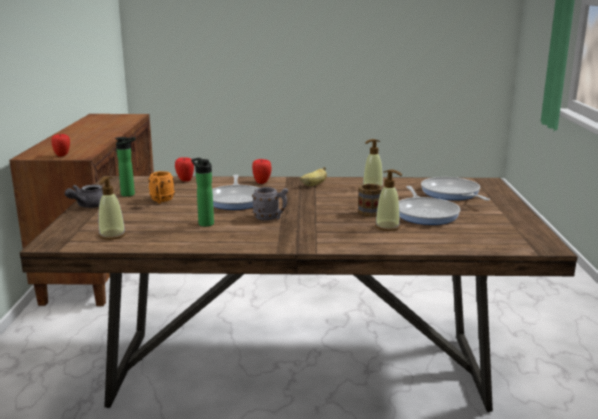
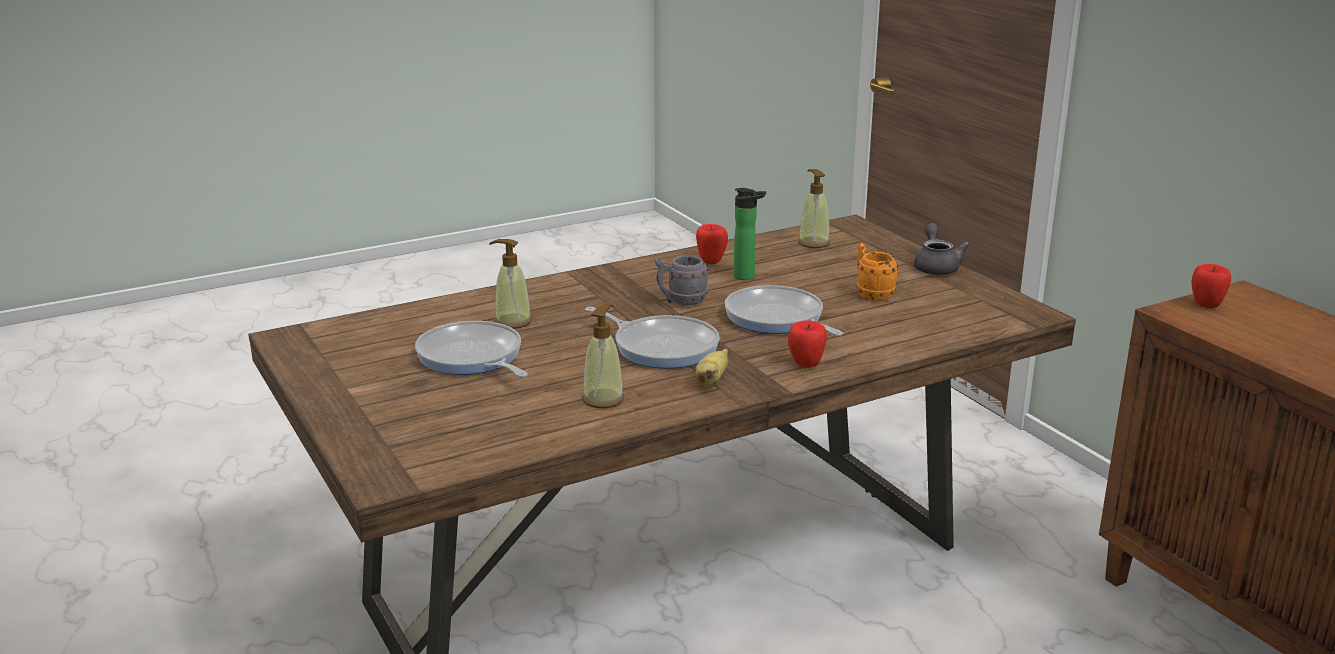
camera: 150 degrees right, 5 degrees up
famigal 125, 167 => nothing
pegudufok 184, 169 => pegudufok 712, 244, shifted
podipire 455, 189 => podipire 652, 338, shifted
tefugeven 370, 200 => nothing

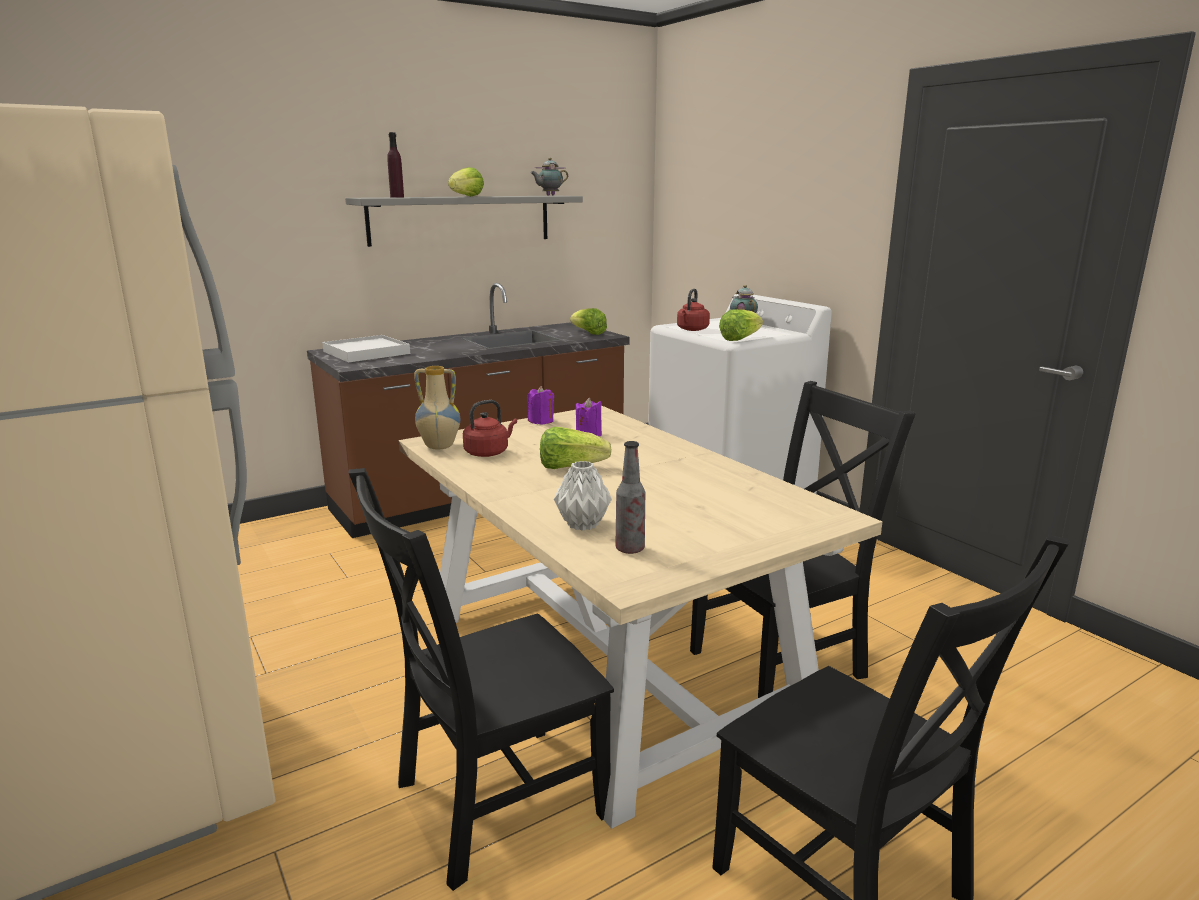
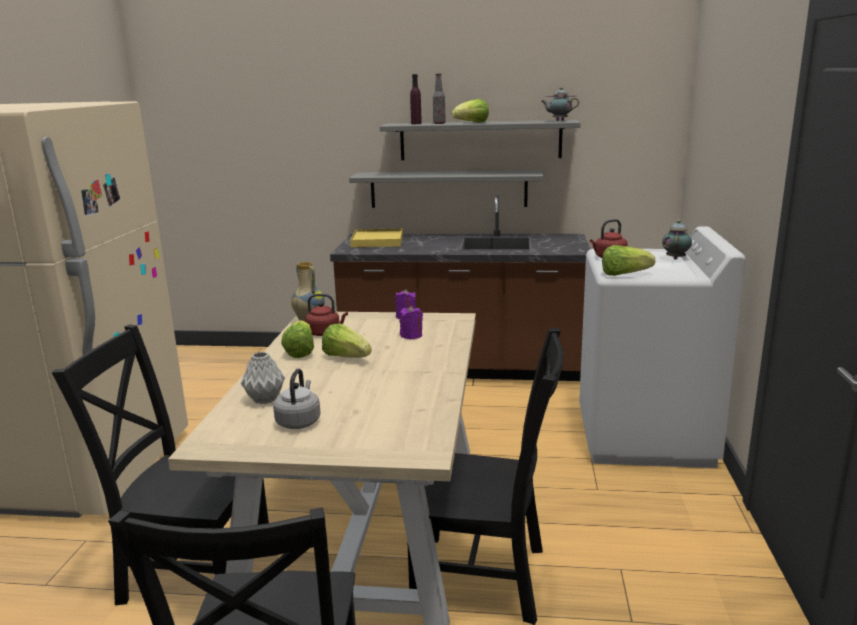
camera: 40 degrees right, 0 degrees up
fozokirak 588, 321 => fozokirak 297, 339, shifted
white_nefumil 366, 349 => yellow_nefumil 376, 238
famigal 630, 497 => famigal 439, 99, shifted
nothing => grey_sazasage 446, 189
nothing => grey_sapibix 296, 398

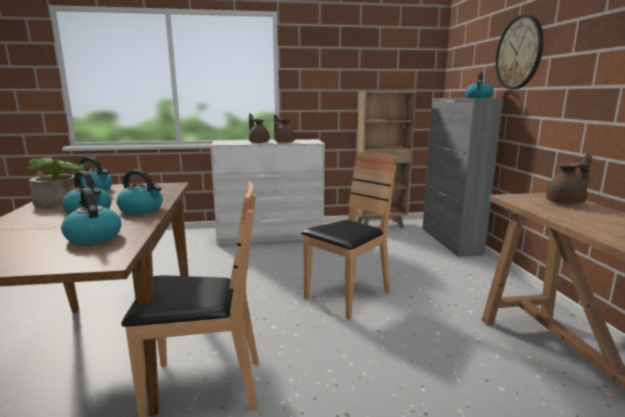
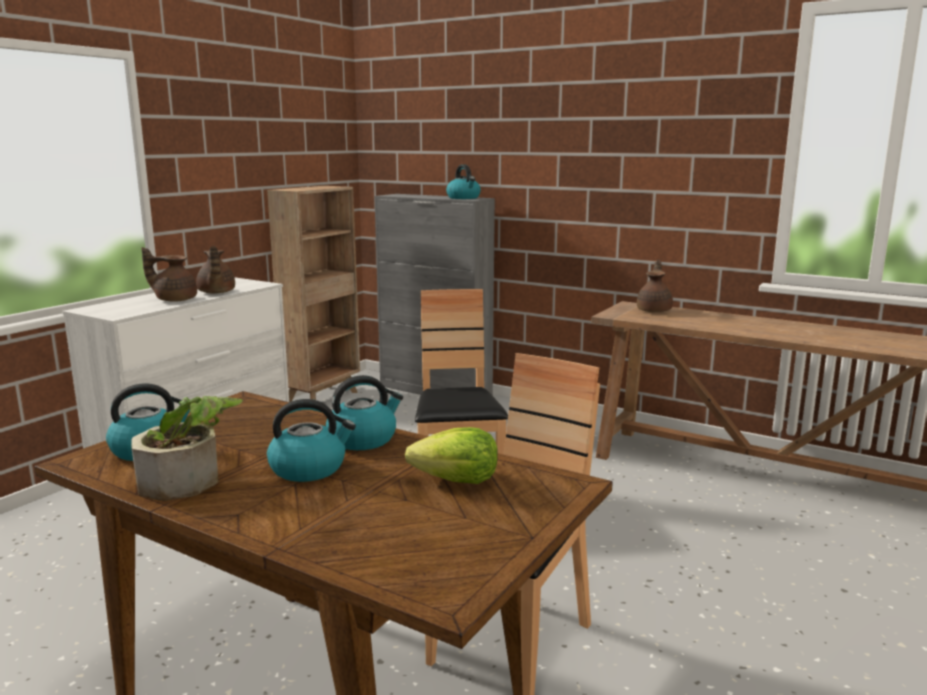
camera: 50 degrees left, 0 degrees up
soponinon 519, 52 => nothing
sapibix 91, 216 => fozokirak 451, 455

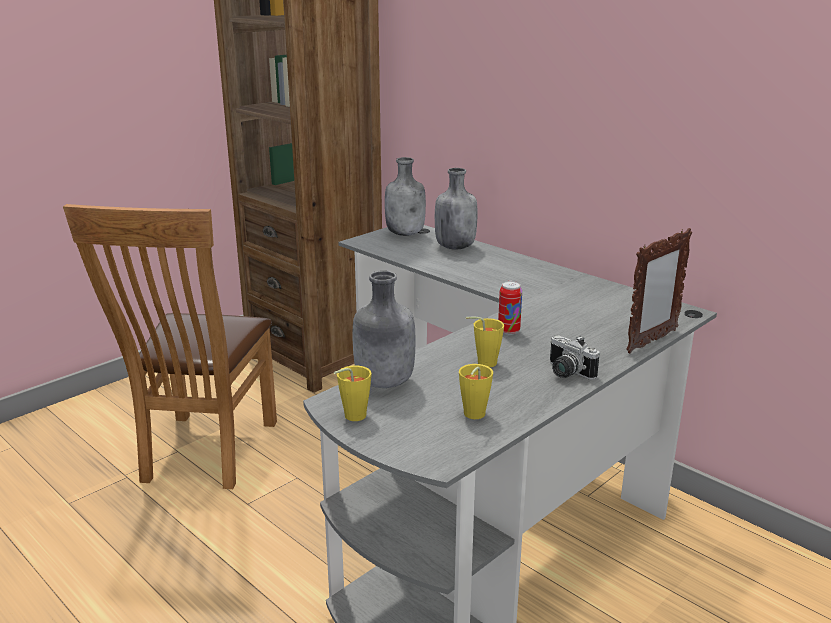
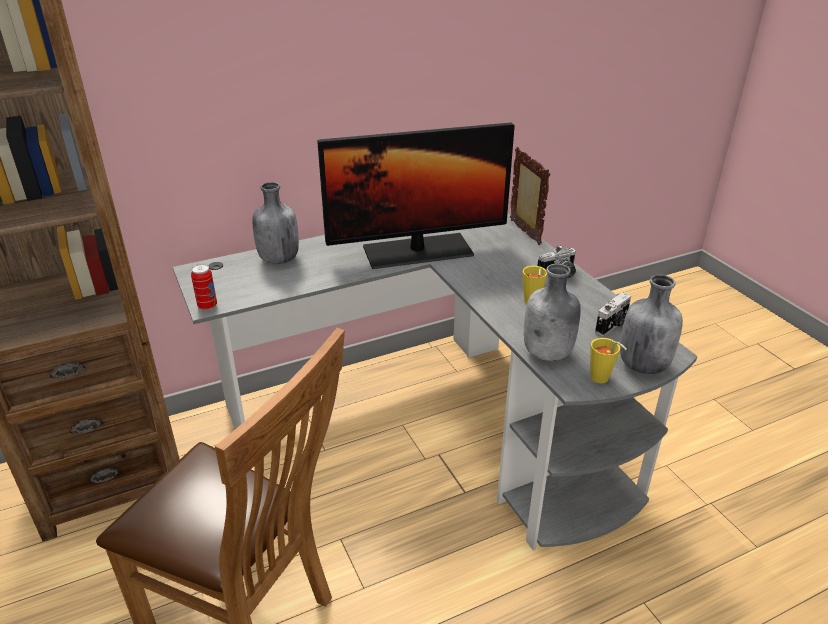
camera: 70 degrees left, 10 degrees up
grey_famigal 405, 196 => grey_famigal 651, 324, shifted
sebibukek 510, 308 => sebibukek 204, 287, shifted
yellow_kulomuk 476, 391 => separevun 613, 314
nothing => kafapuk 416, 196

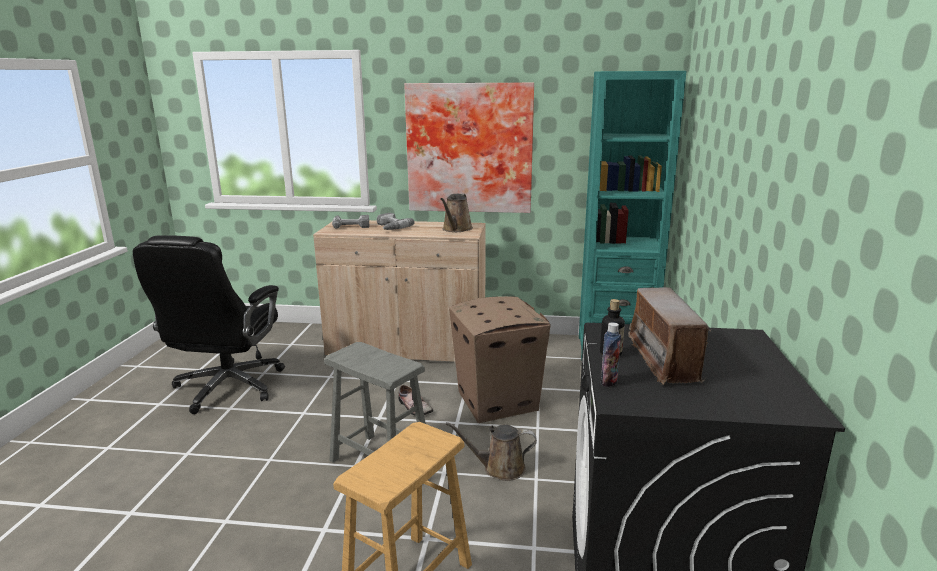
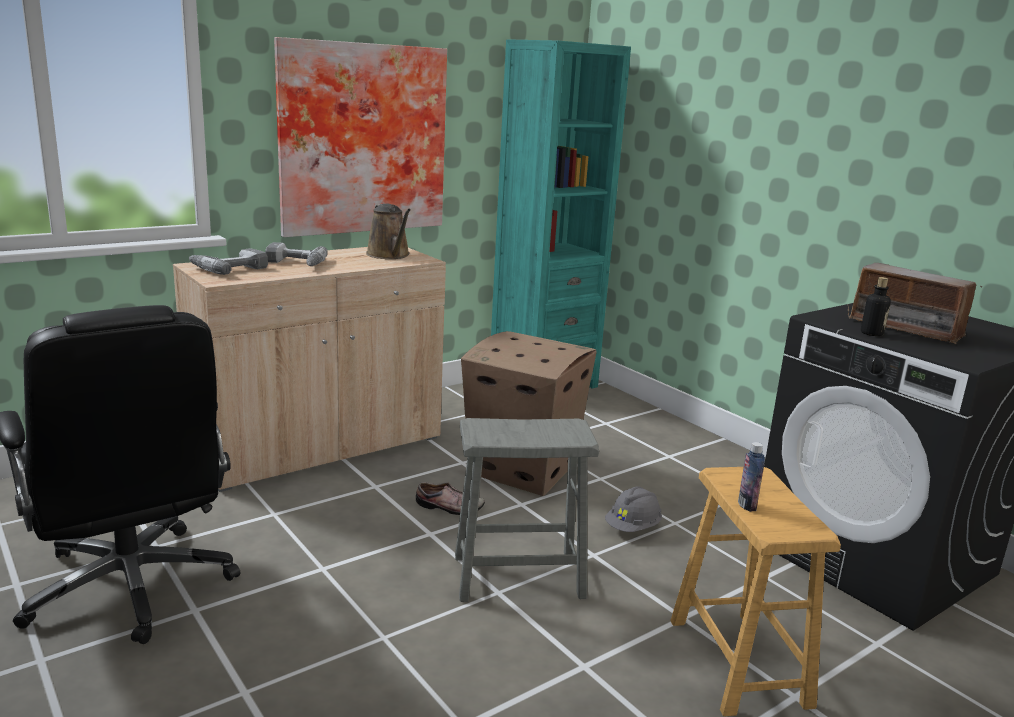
camera: 45 degrees left, 0 degrees up
famigal 611, 354 => famigal 751, 477, shifted
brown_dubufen 491, 451 => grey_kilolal 633, 509

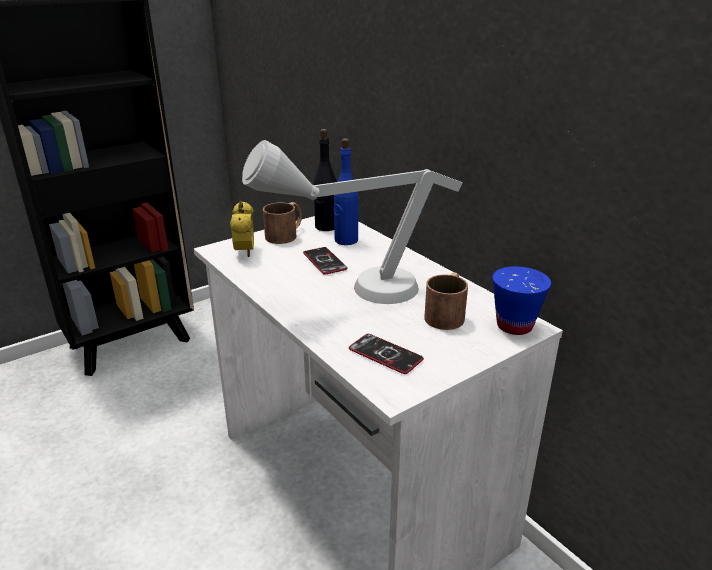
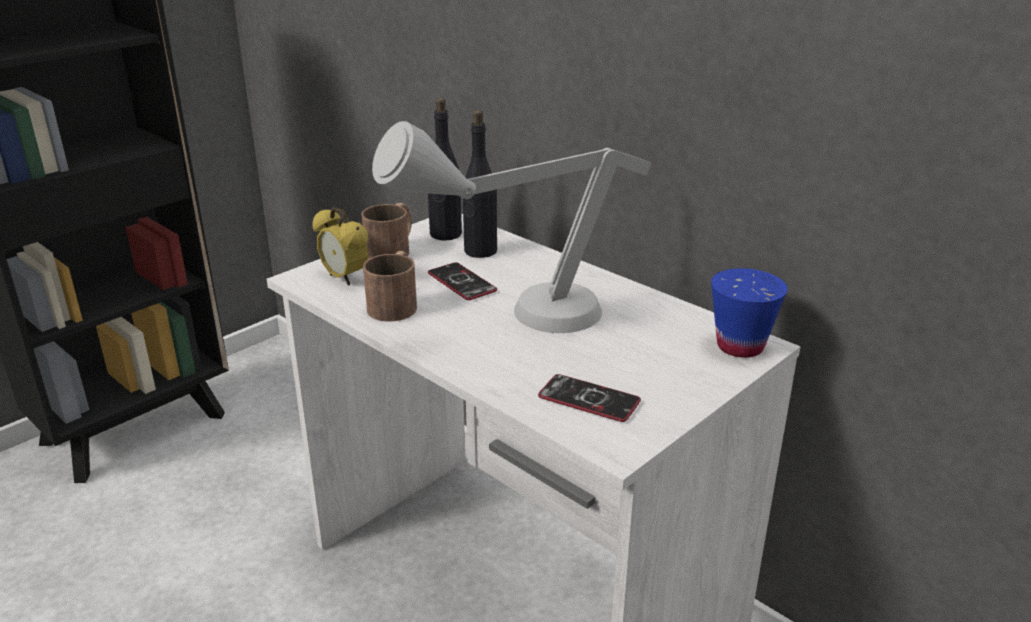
camera: 10 degrees left, 0 degrees up
blue_famigal 345, 191 => black_famigal 480, 184
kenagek 242, 229 => kenagek 340, 246, 150 degrees clockwise
brown_tefugeven 446, 301 => brown_tefugeven 390, 286, shifted

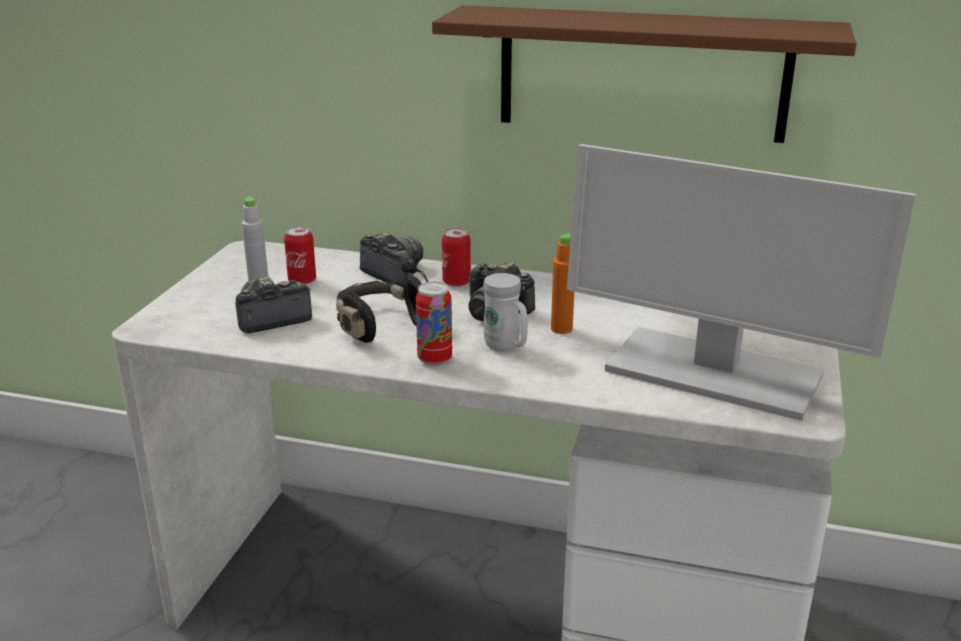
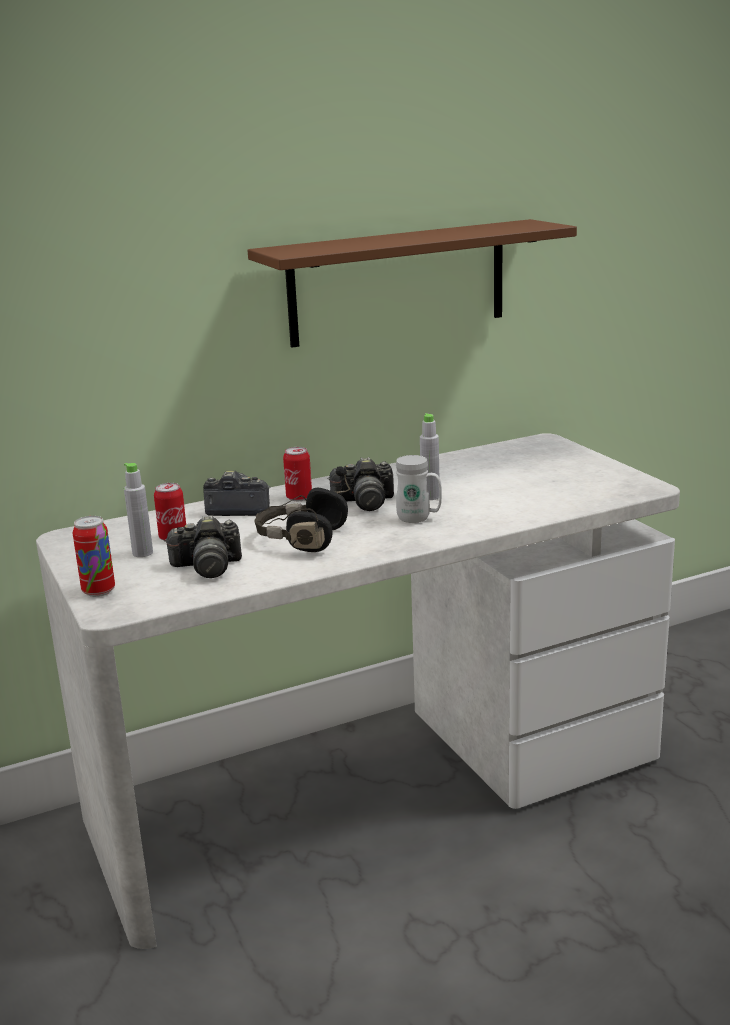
camera: 40 degrees left, 5 degrees down
kafapuk 741, 282 => nothing
orange_famigal 562, 283 => grey_famigal 429, 456
separevun 273, 305 => separevun 203, 546, 120 degrees counterclockwise
sebibukek 434, 323 => sebibukek 94, 556, shifted

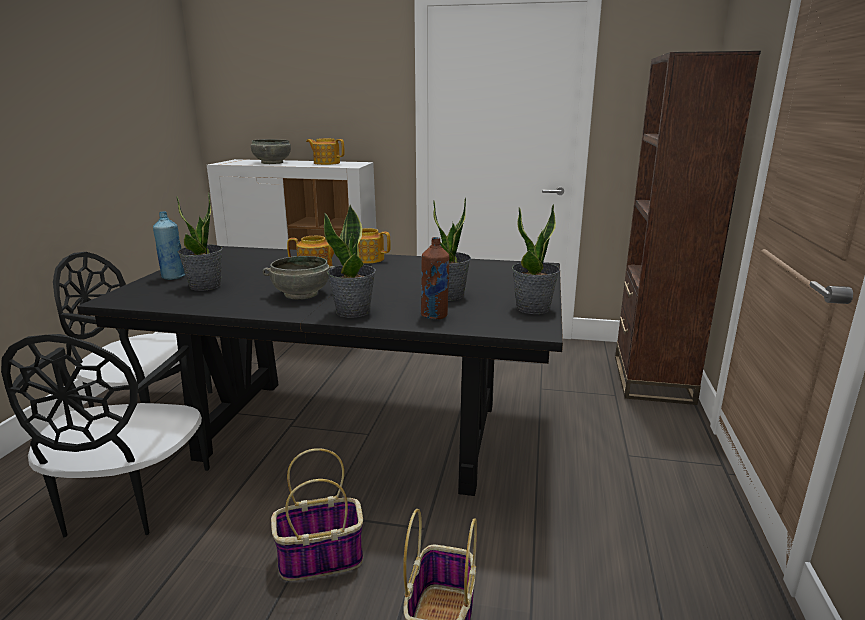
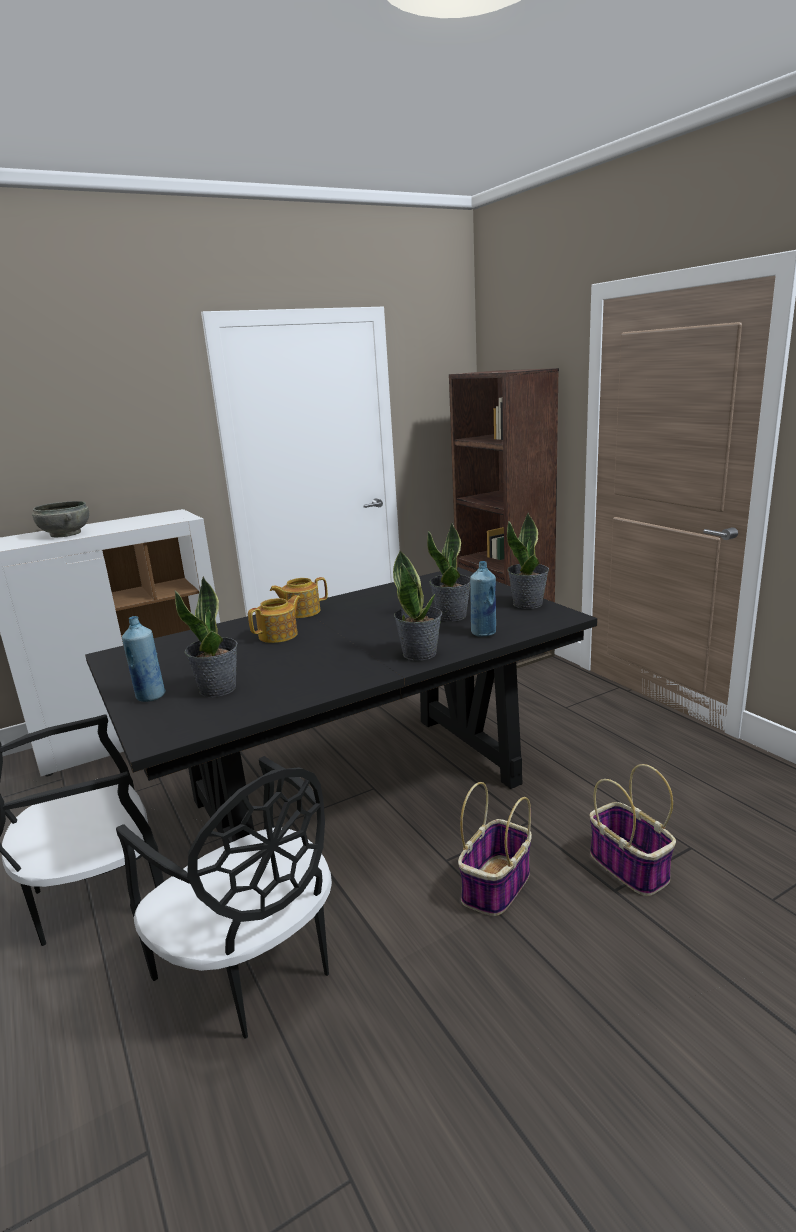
camera: 40 degrees left, 0 degrees up
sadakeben 325, 151 => nothing
brown_famigal 435, 278 => blue_famigal 483, 599
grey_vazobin 299, 278 => nothing

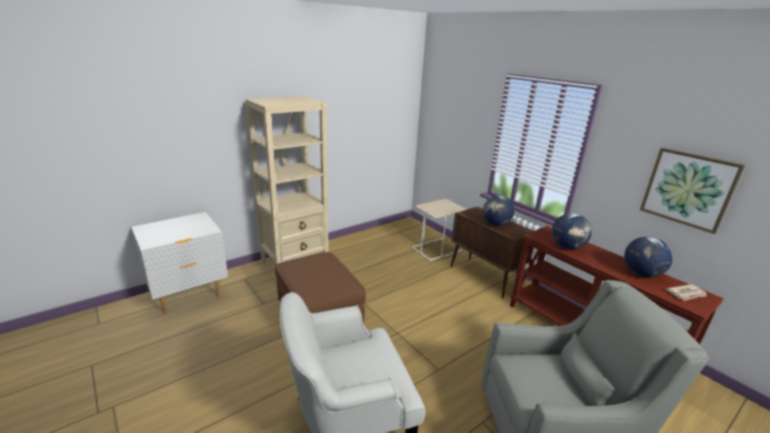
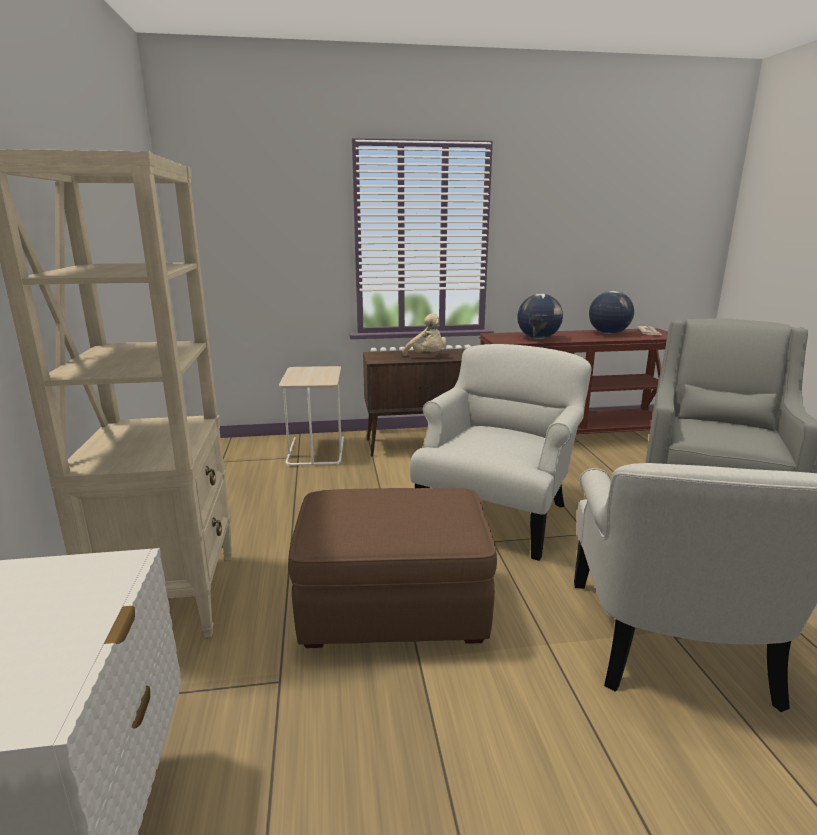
camera: 60 degrees left, 5 degrees down
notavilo 692, 191 => nothing
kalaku 499, 210 => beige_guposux 424, 334
nothing => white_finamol 501, 452

